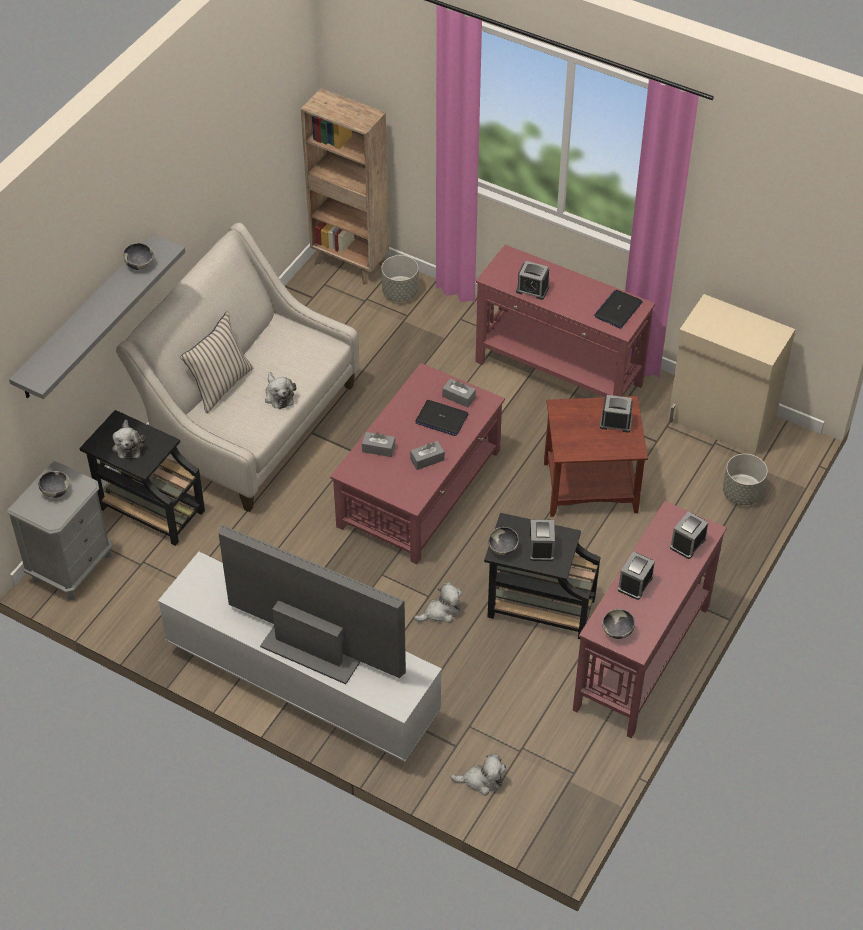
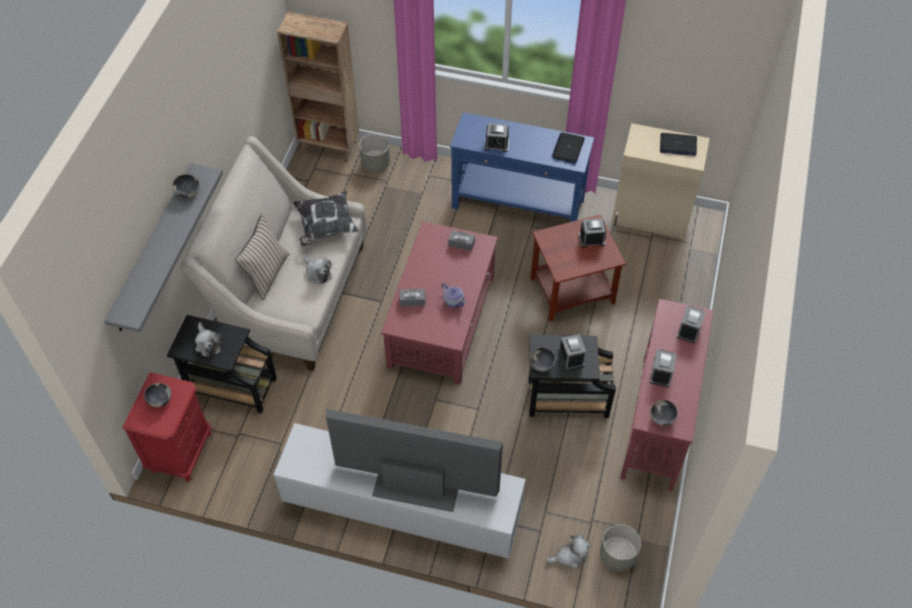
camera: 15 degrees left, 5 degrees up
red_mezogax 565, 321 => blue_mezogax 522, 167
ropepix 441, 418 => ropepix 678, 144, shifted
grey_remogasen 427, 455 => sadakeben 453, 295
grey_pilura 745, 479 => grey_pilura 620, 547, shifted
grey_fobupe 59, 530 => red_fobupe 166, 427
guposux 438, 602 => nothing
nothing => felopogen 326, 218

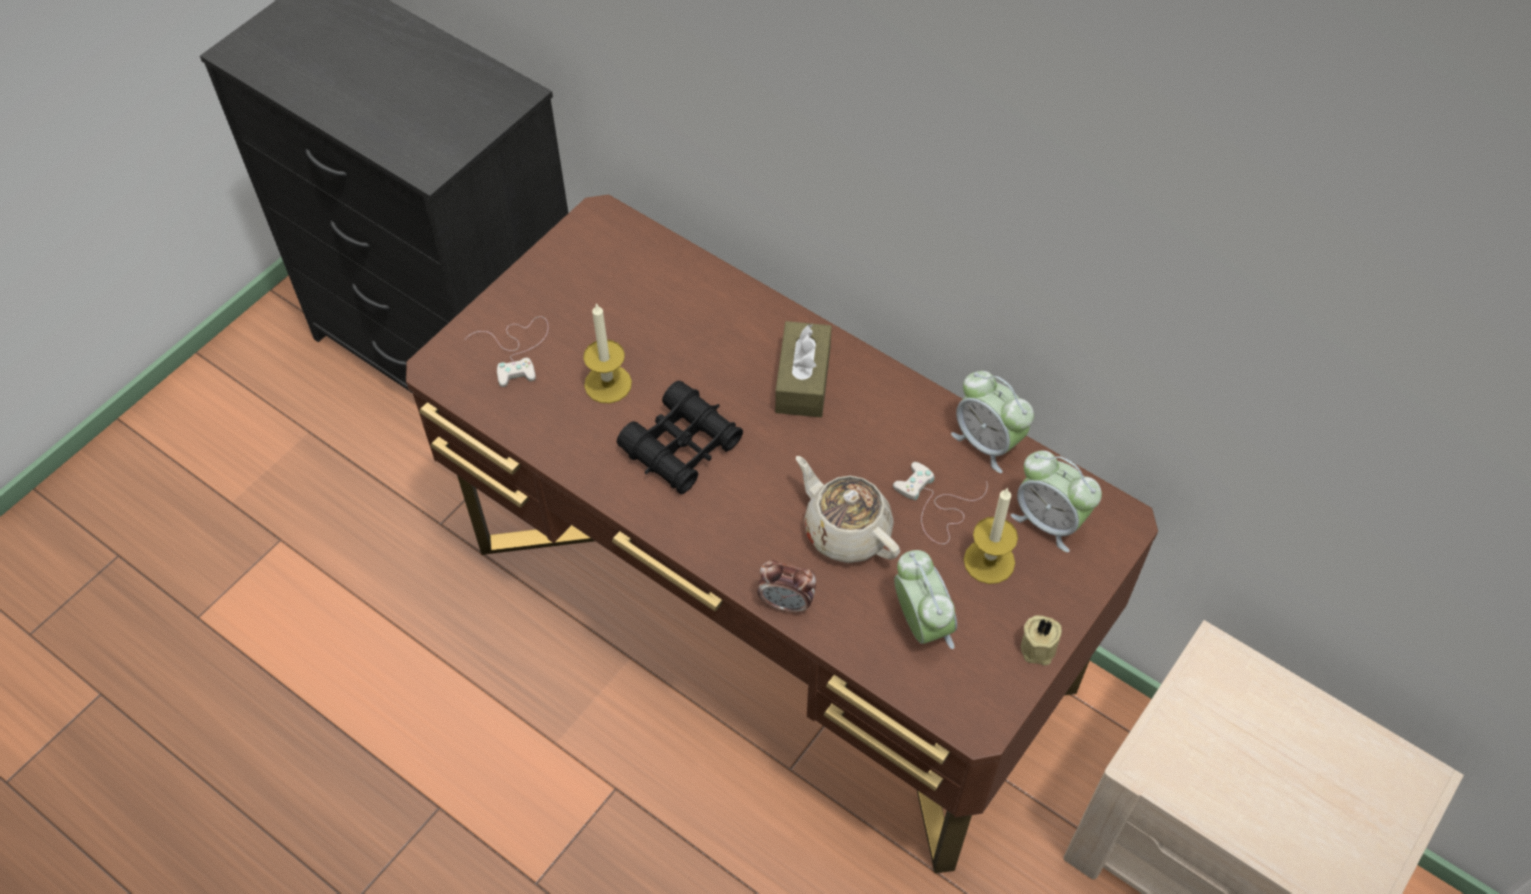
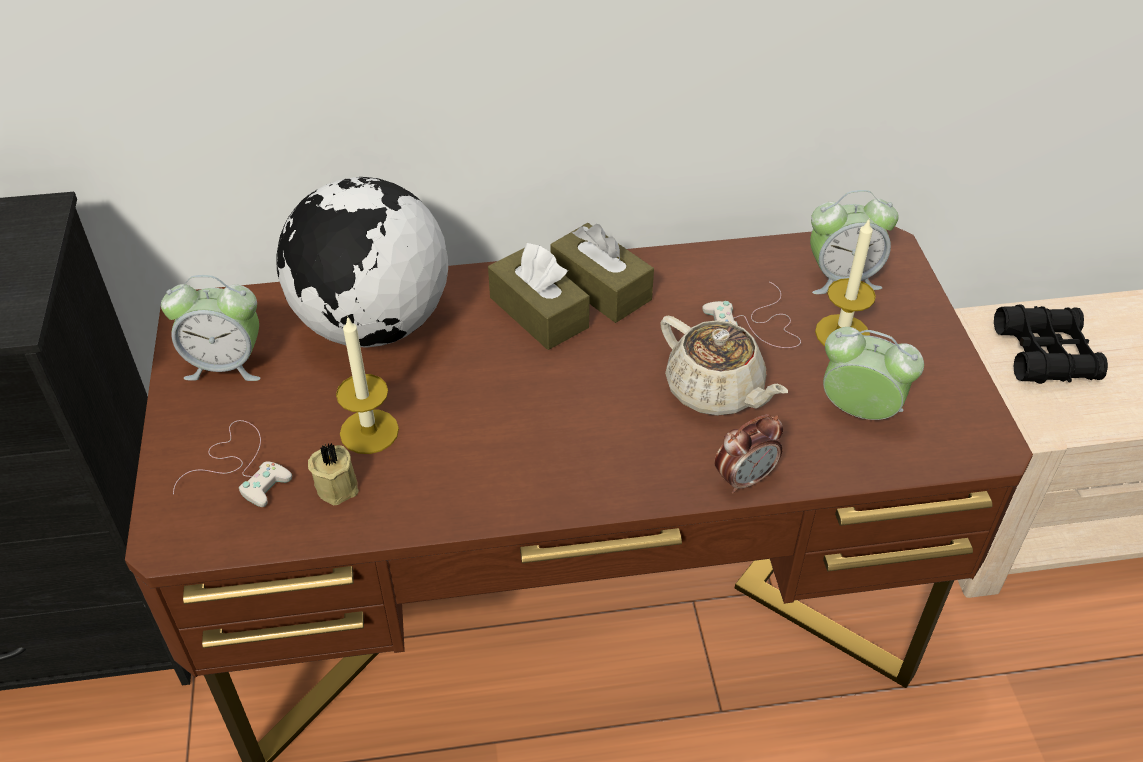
camera: 45 degrees left, 10 degrees down
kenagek 992, 422 => kenagek 211, 328, shifted
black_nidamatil 680, 437 => black_nidamatil 1051, 344, shifted
beige_sadakeben 848, 509 => beige_sadakeben 724, 366, 135 degrees counterclockwise
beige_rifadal 1041, 640 => beige_rifadal 333, 473, shifted
nothing => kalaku 362, 262
nothing => brown_remogasen 602, 273

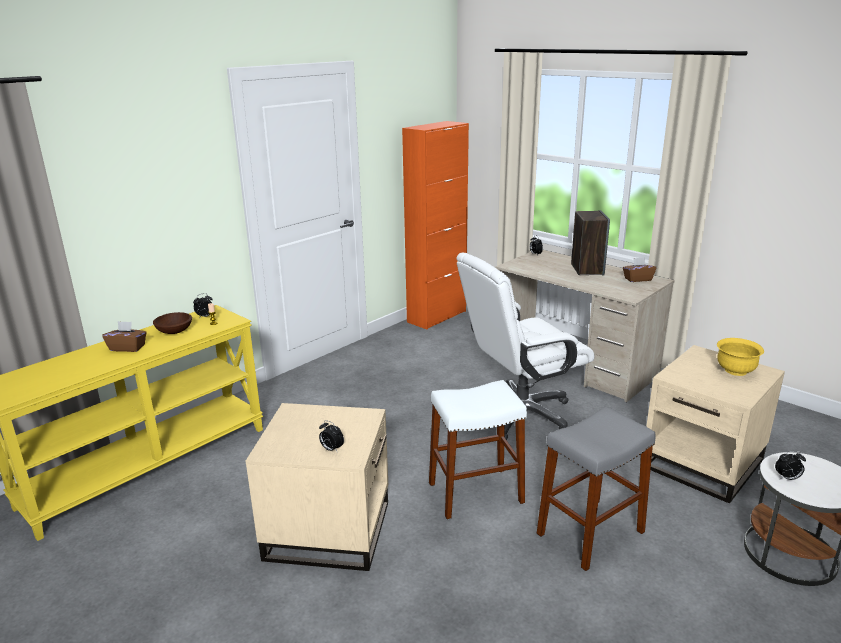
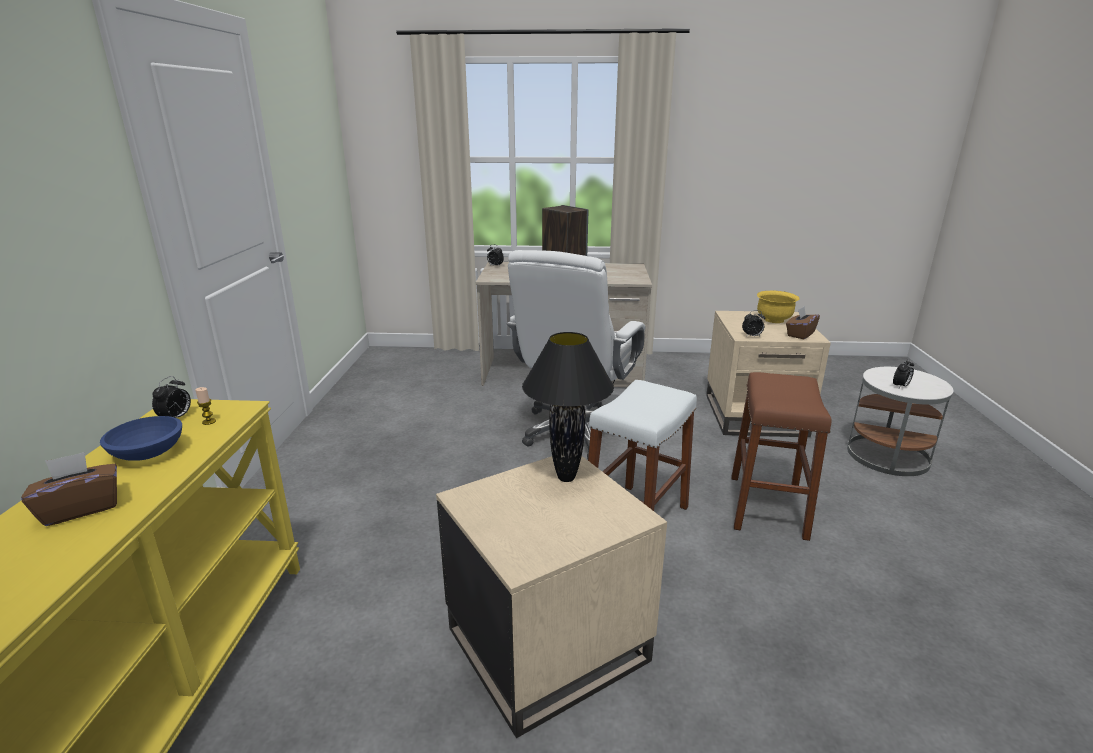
camera: 40 degrees left, 0 degrees up
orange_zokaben 435, 225 => nothing
brown_remogasen 639, 269 => brown_remogasen 803, 322, shifted
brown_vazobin 172, 323 => blue_vazobin 141, 438
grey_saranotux 596, 489 => brown_saranotux 781, 456
kenagek 331, 436 => kenagek 753, 323, shifted
nothing => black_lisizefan 568, 407

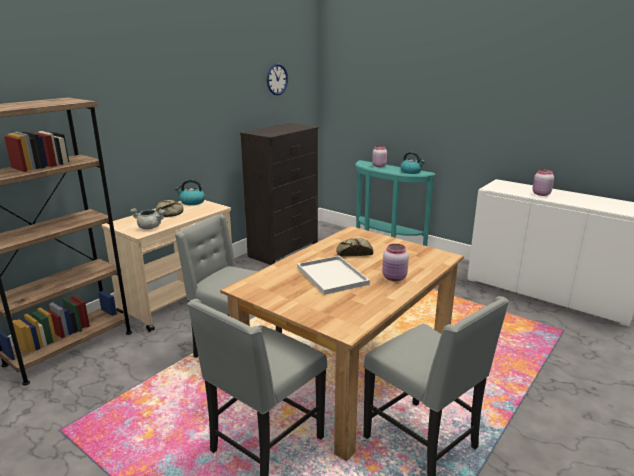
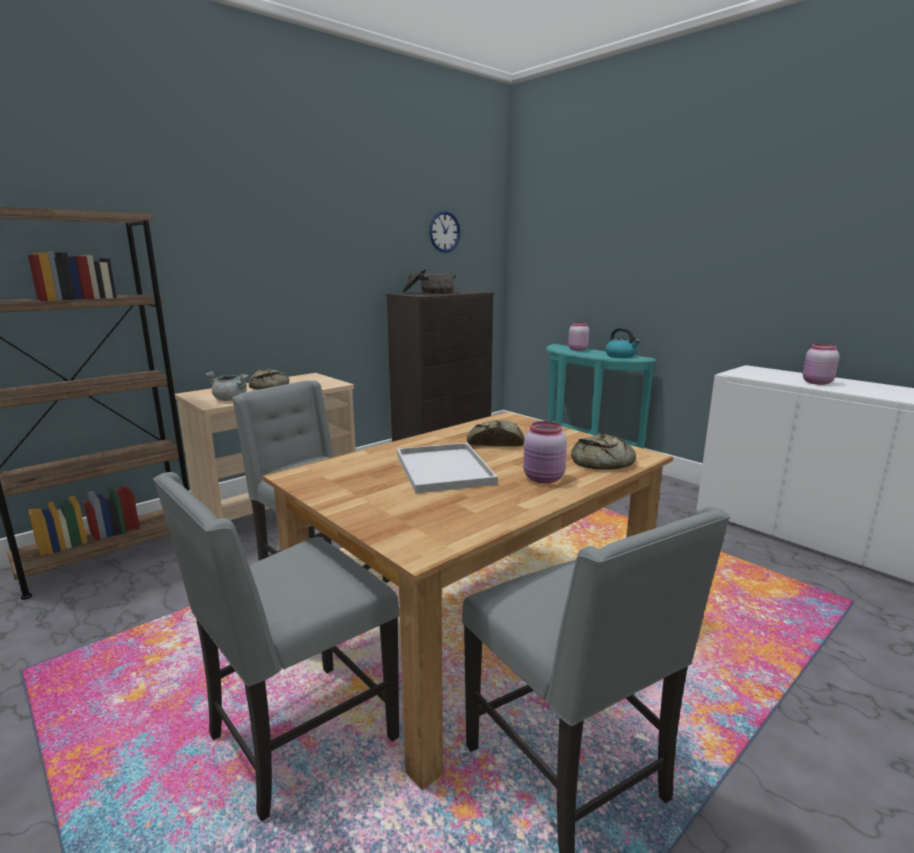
camera: 10 degrees right, 5 degrees down
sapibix 190, 192 => nothing
nothing => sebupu 429, 281
nothing => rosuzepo 603, 451

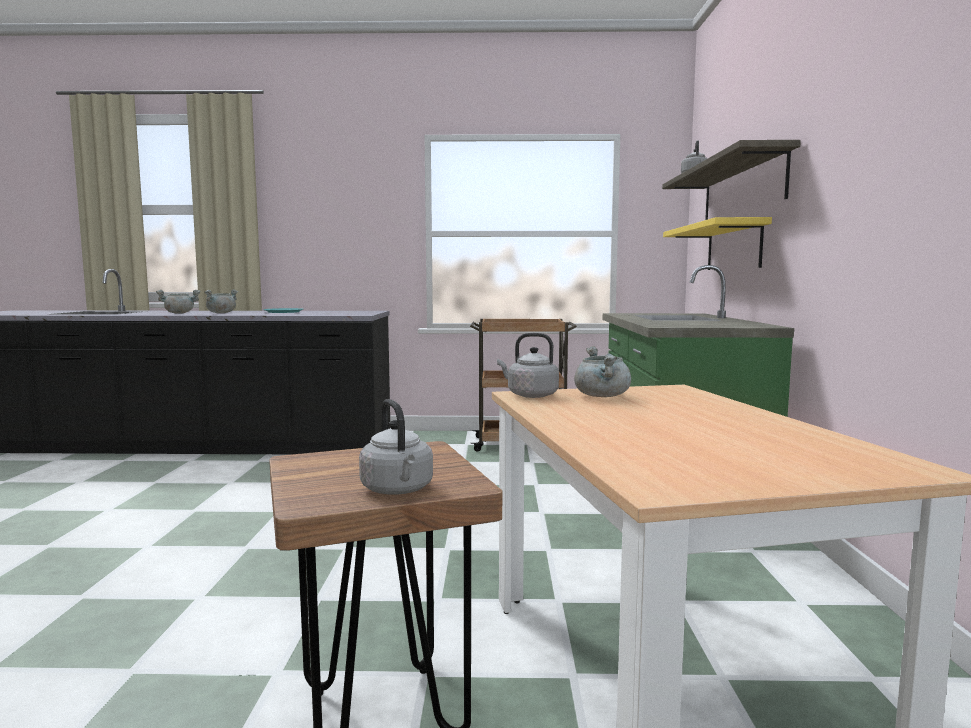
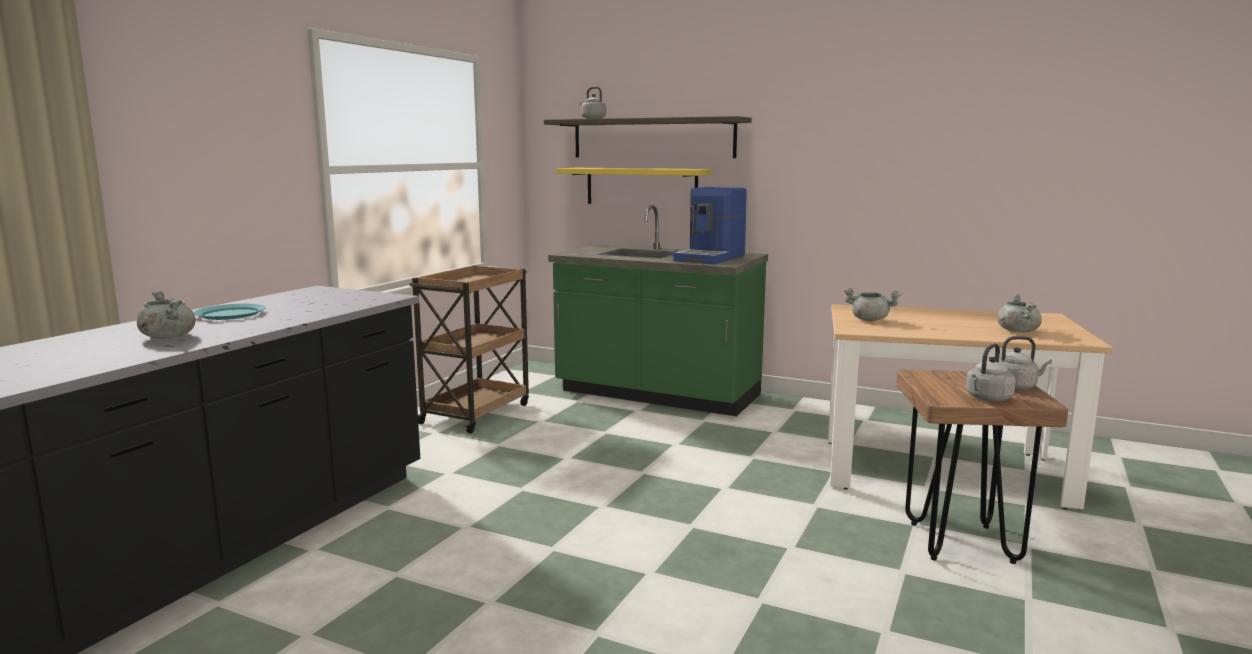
camera: 65 degrees left, 5 degrees up
grey_sebupu 178, 302 => grey_sebupu 1019, 313, shifted
grey_sapibix 528, 365 => grey_sapibix 991, 372, shifted
nothing => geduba 710, 226

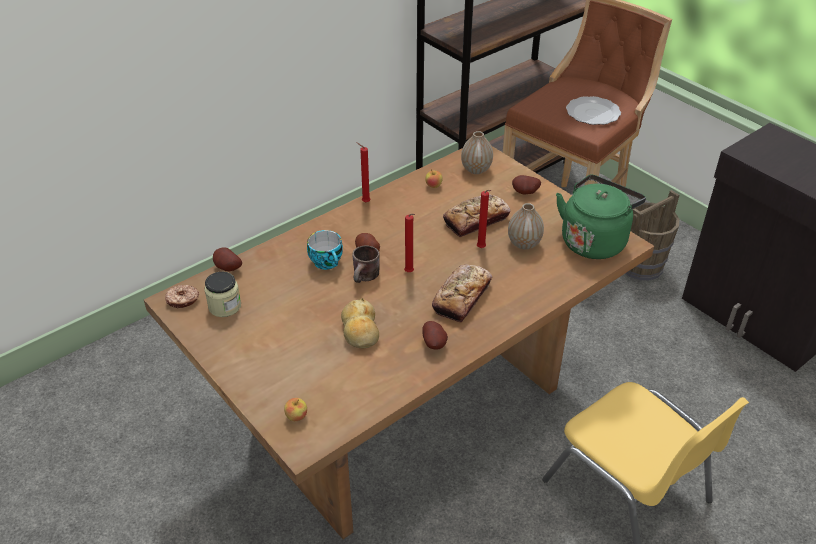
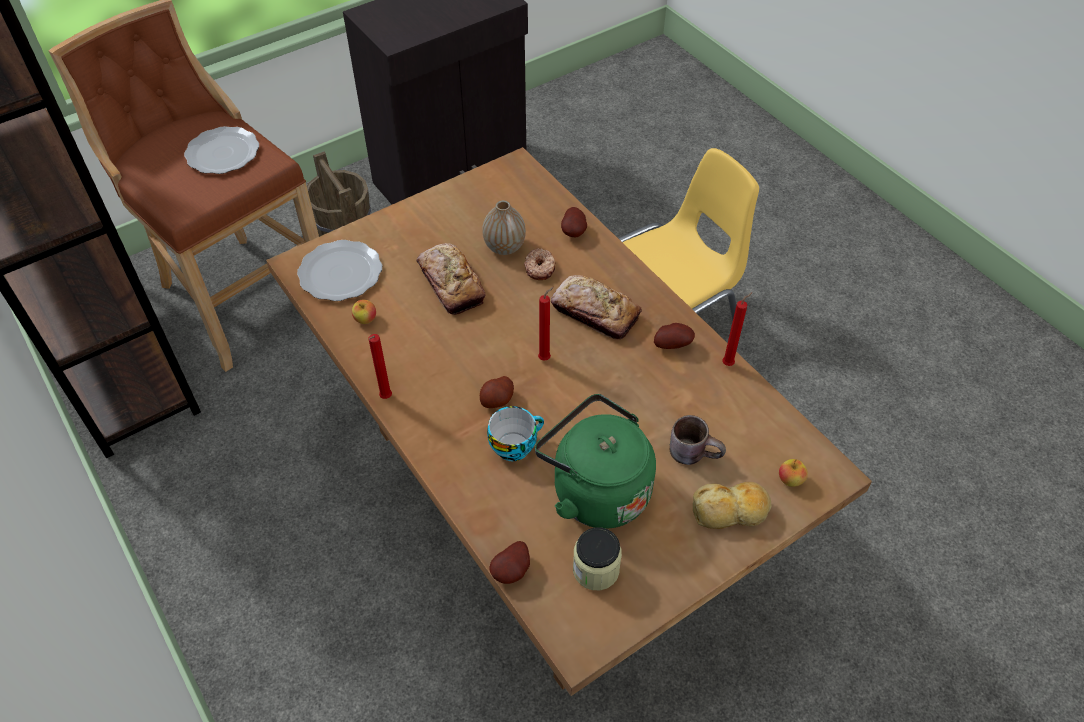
camera: 85 degrees left, 10 degrees up
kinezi 477, 152 => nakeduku 339, 270
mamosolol 526, 185 => mamosolol 574, 222, shifted
green_sapibix 601, 217 => green_sapibix 595, 461, shifted
red_rifadal 484, 219 => red_rifadal 737, 329, shifted
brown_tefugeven 366, 264 => brown_tefugeven 698, 440, shifted
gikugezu 182, 296 => gikugezu 539, 264, shifted
rosuzepo 360, 323 => rosuzepo 732, 505, shifted

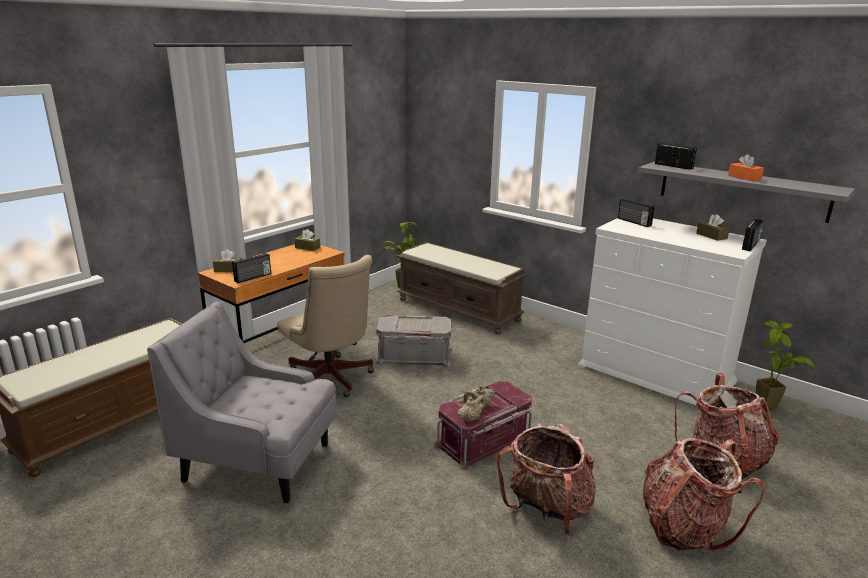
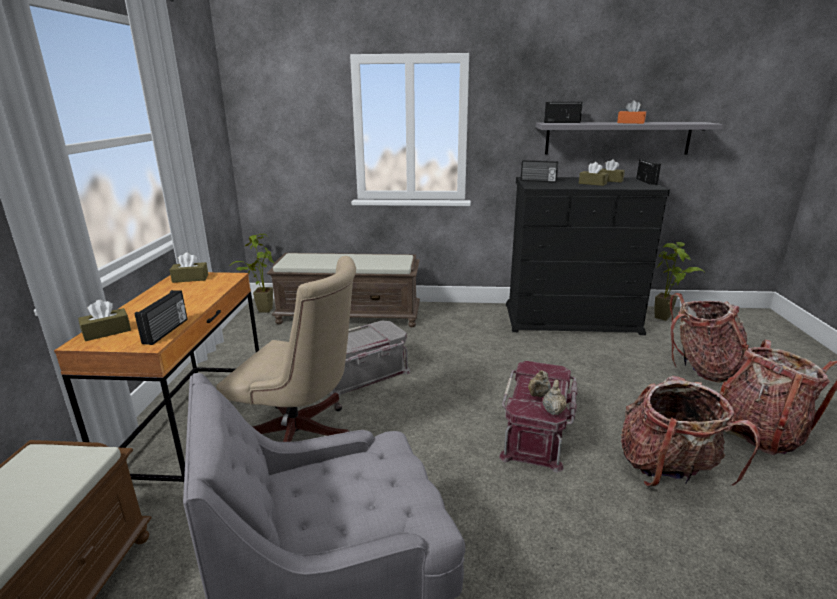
camera: 35 degrees left, 0 degrees up
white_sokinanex 672, 311 => black_sokinanex 588, 256
nothing => brown_remogasen 593, 174

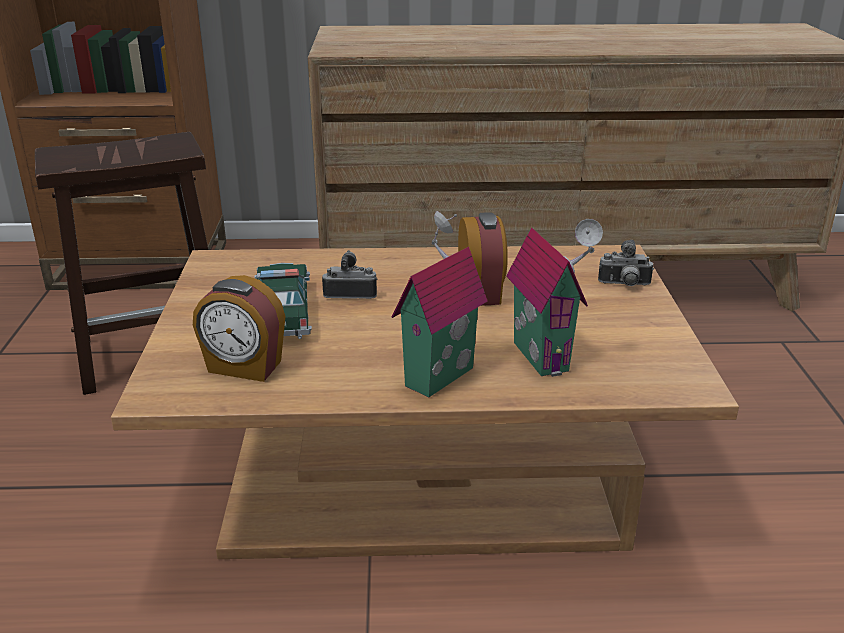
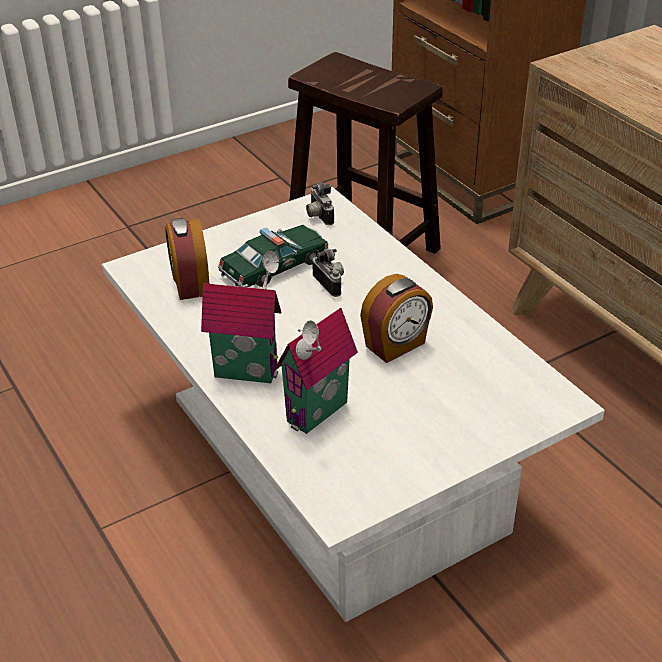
camera: 60 degrees right, 10 degrees up
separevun 626, 263 => separevun 320, 203, shifted
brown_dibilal 425, 402 => white_dibilal 353, 404

